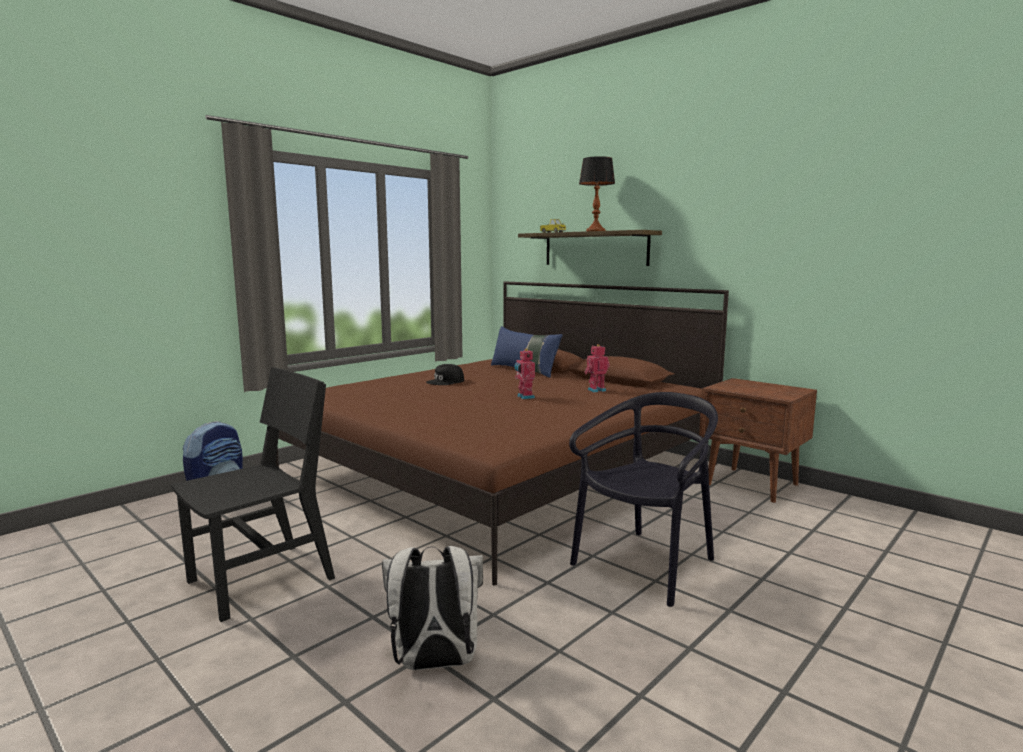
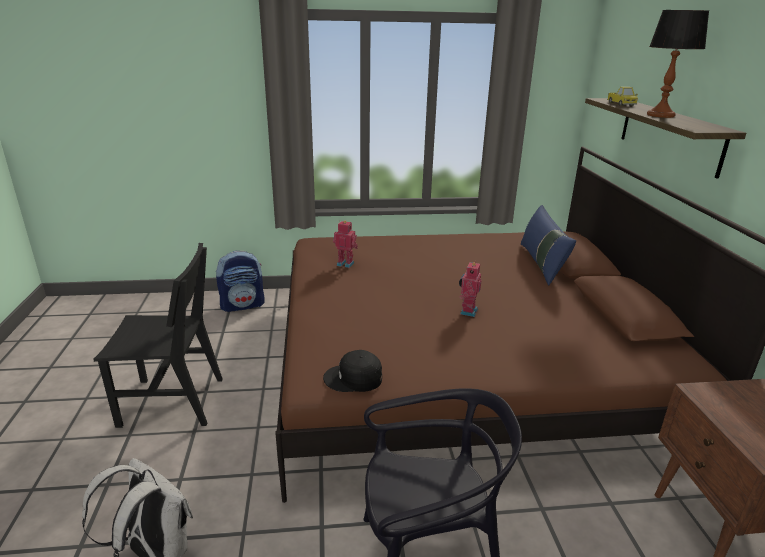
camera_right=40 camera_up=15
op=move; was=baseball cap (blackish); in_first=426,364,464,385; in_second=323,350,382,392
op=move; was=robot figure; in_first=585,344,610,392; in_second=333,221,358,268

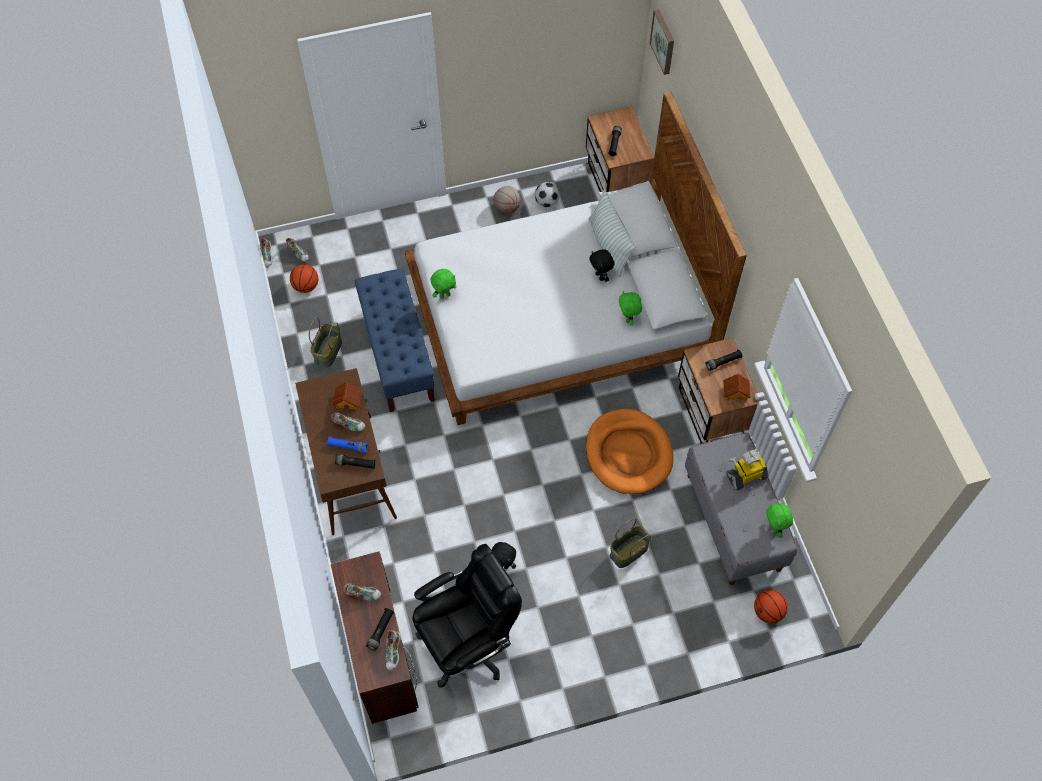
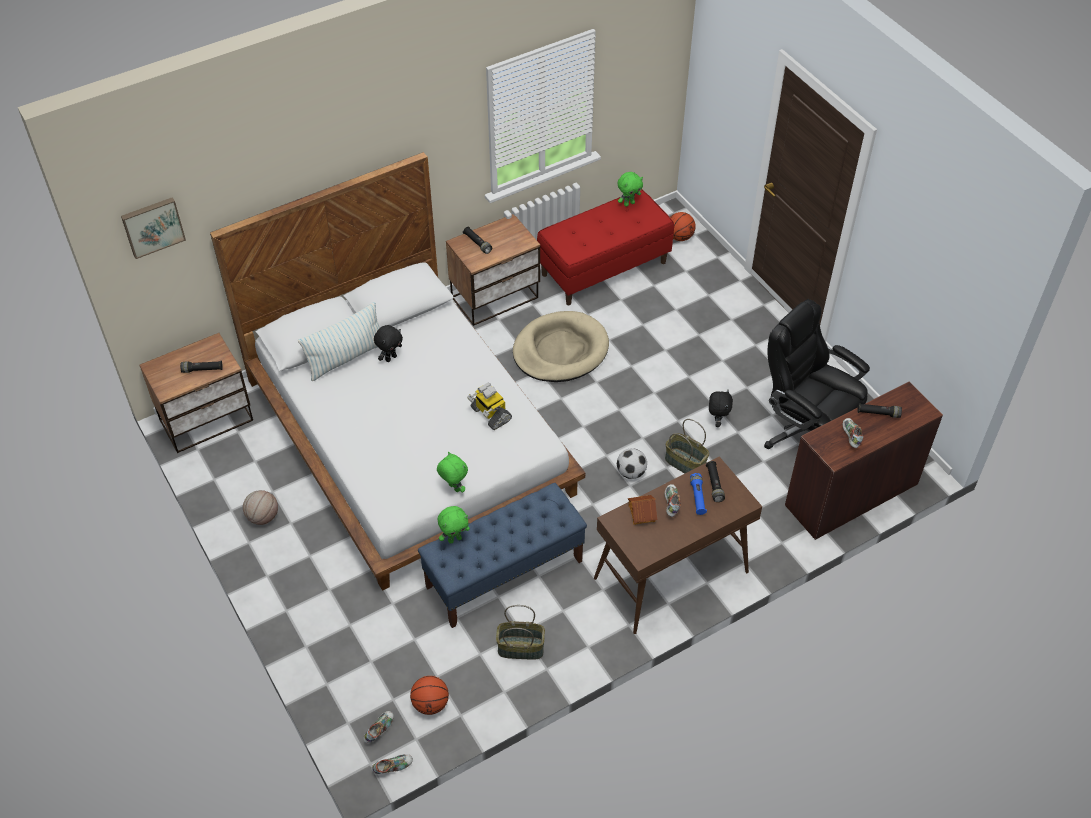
camera_right=-105 camera_up=-10
op=delete; was=shoe; in_first=385,630,401,671
op=delete; was=miniature house; in_first=723,374,751,401
op=move; was=ball for football; in_first=535,182,559,207; in_second=617,448,647,479
op=move; was=basket; in_first=610,518,651,568; in_second=665,419,709,473
op=move; was=plush toy (green); in_first=619,291,642,325; in_second=438,506,470,544
op=move; was=robot figure; in_first=726,449,769,491; in_second=467,382,512,430
op=recolor; was=dog bed (orange); now=dog bed (beige-coloured); in_first=586,409,674,494; in_second=513,311,609,382
op=recolor; was=indoor bench (grey); now=indoor bench (red); in_first=685,432,797,585; in_second=537,189,674,305

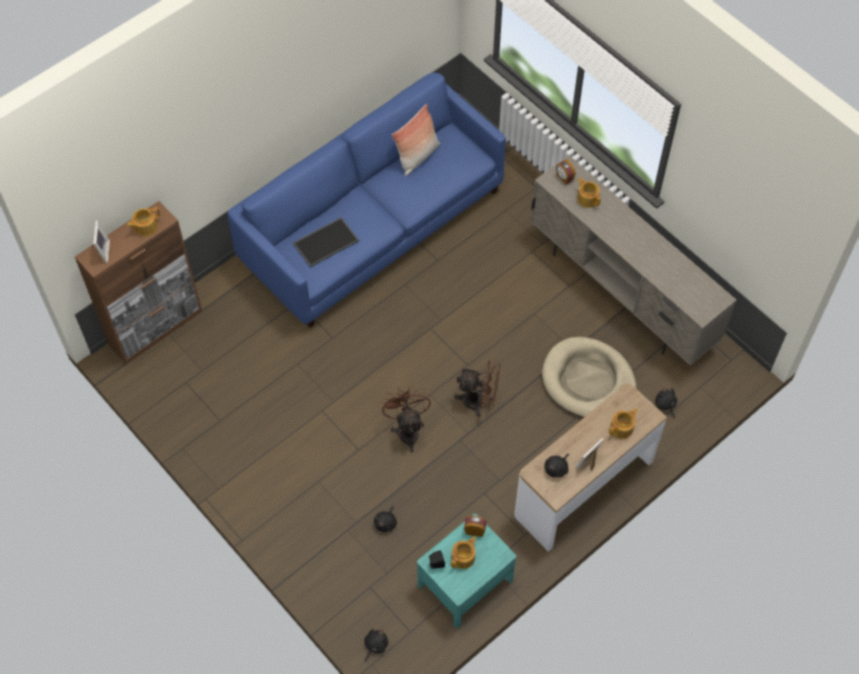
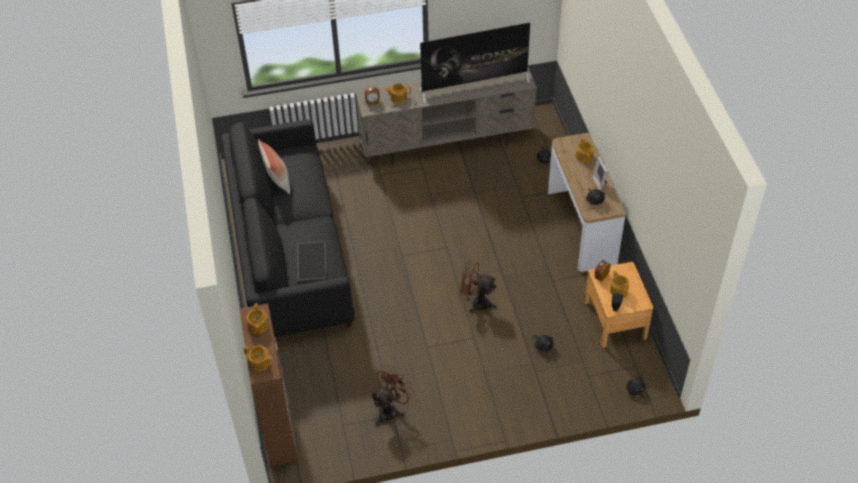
camera_right=-60 camera_up=-10
op=delete; was=dog bed (beige-coloured); in_first=542,337,636,418
op=insert; now=TV; in_second=419,23,530,103
op=move; was=fan (brownish); in_first=454,360,501,417; in_second=370,365,415,425
op=replace; was=standing frame; now=teapot; in_first=93,220,110,263; in_second=244,345,273,371
op=recolor; was=couch (blue); now=couch (blackish); in_first=228,72,506,328; in_second=221,120,354,337
op=recolor; was=night table (blue-green); now=night table (brownish); in_first=417,514,516,628; in_second=584,262,653,348

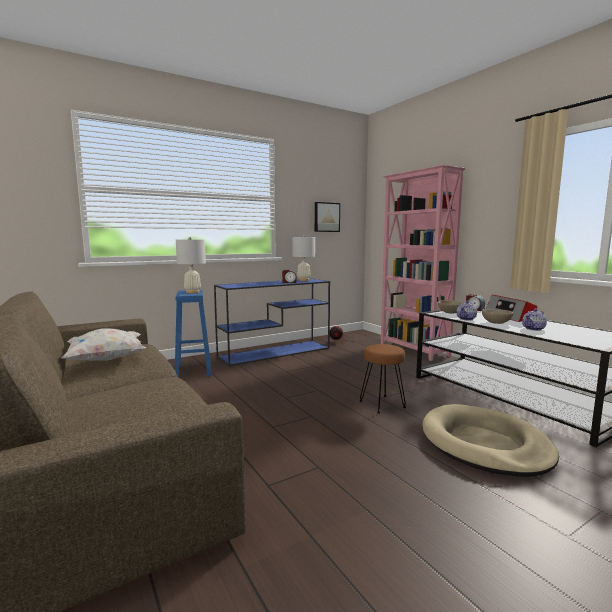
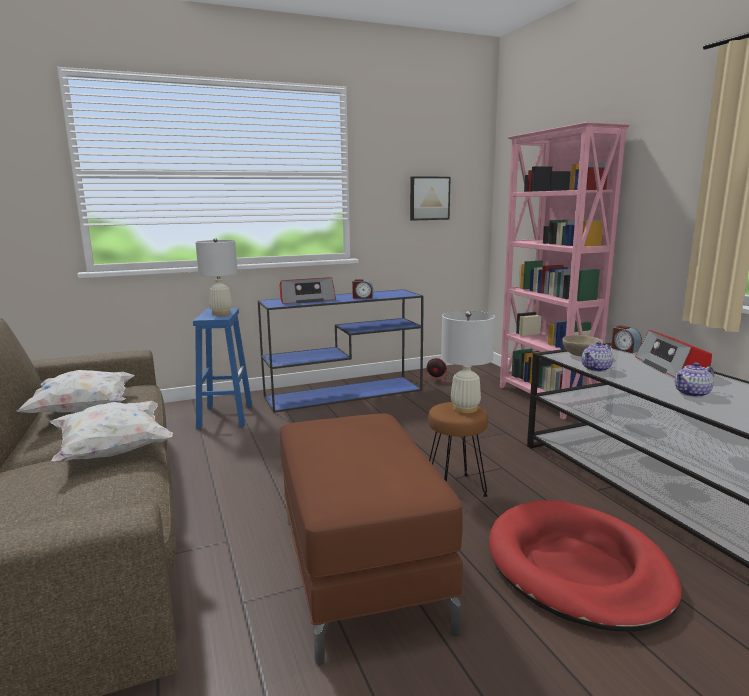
camera_right=10 camera_up=5
op=delete; was=deep dish (beige-coloured); in_first=482,309,513,324
op=insert; now=cushion (white); in_second=50,401,173,463
op=insert; now=radio set; in_second=280,277,336,304
op=insert; now=footrest (brownish); in_second=280,413,463,664
op=move; was=table lamp (white); in_first=292,235,315,281; in_second=441,311,495,413
op=recolor; was=dog bed (beige-coloured); now=dog bed (red); in_first=423,404,559,477; in_second=489,500,682,632

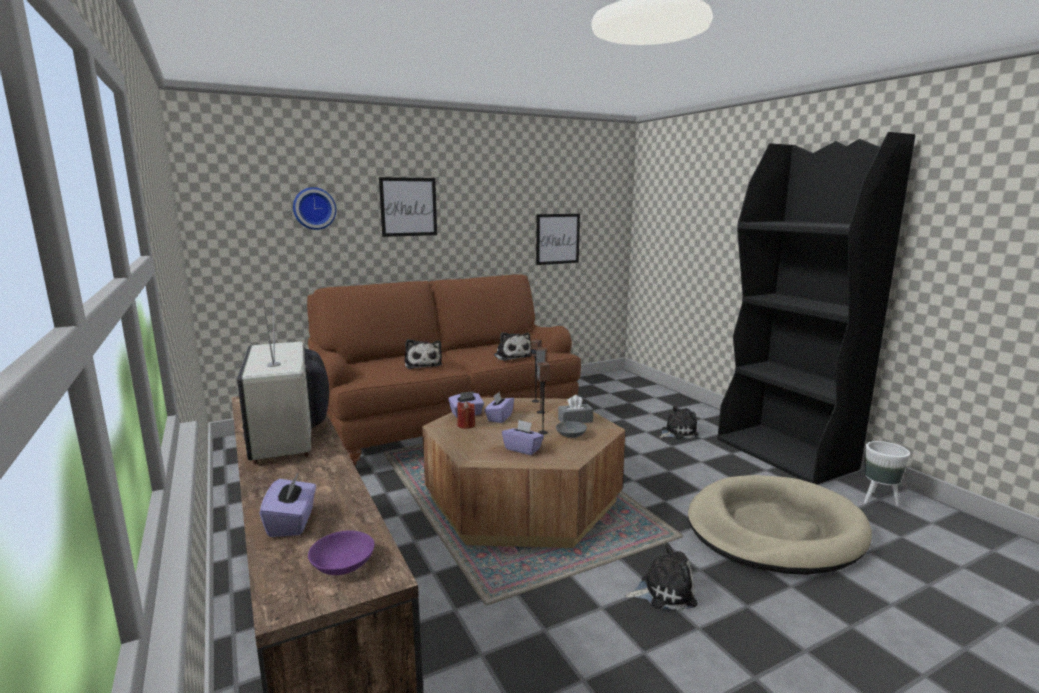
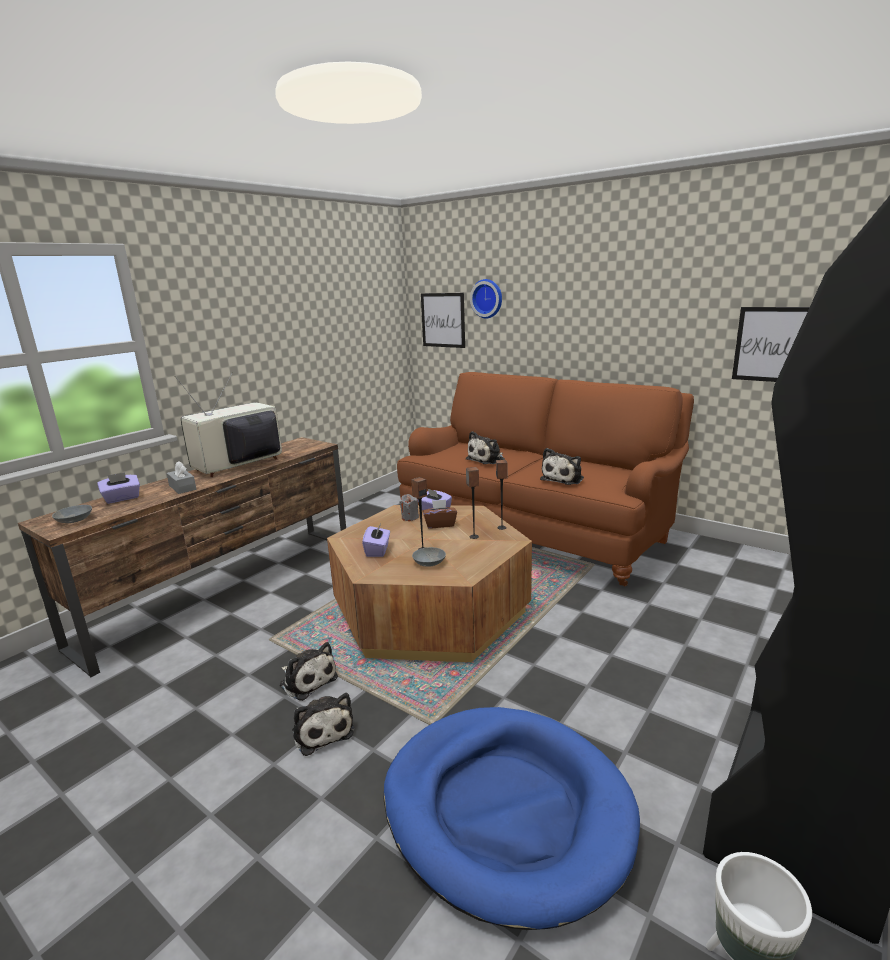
camera_right=65 camera_up=5
op=move; was=wall art; in_first=379,177,437,237; in_second=421,293,465,348
op=move; was=tissue holder (grey); in_first=558,395,593,423; in_second=167,461,196,494
op=move; was=plush toy; in_first=659,406,699,439; in_second=280,642,338,701
op=recolor; was=deep dish (purple-coloured); now=deep dish (grey); in_first=308,531,375,575; in_second=52,505,92,523
op=recolor; was=wax candle (red); now=wax candle (grey); in_first=457,401,475,429; in_second=400,494,419,521
op=recolor; was=tissue holder (purple-coloured); now=tissue holder (brownish); in_first=484,392,514,423; in_second=423,499,457,528
op=recolor; was=dog bed (beige-coloured); now=dog bed (blue); in_first=688,475,872,575; in_second=384,707,640,930

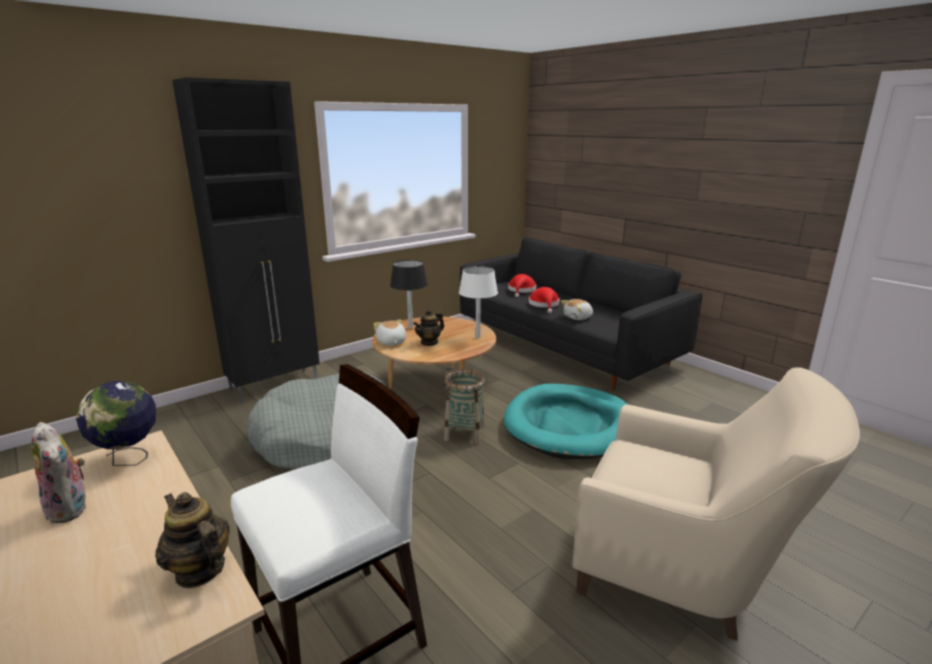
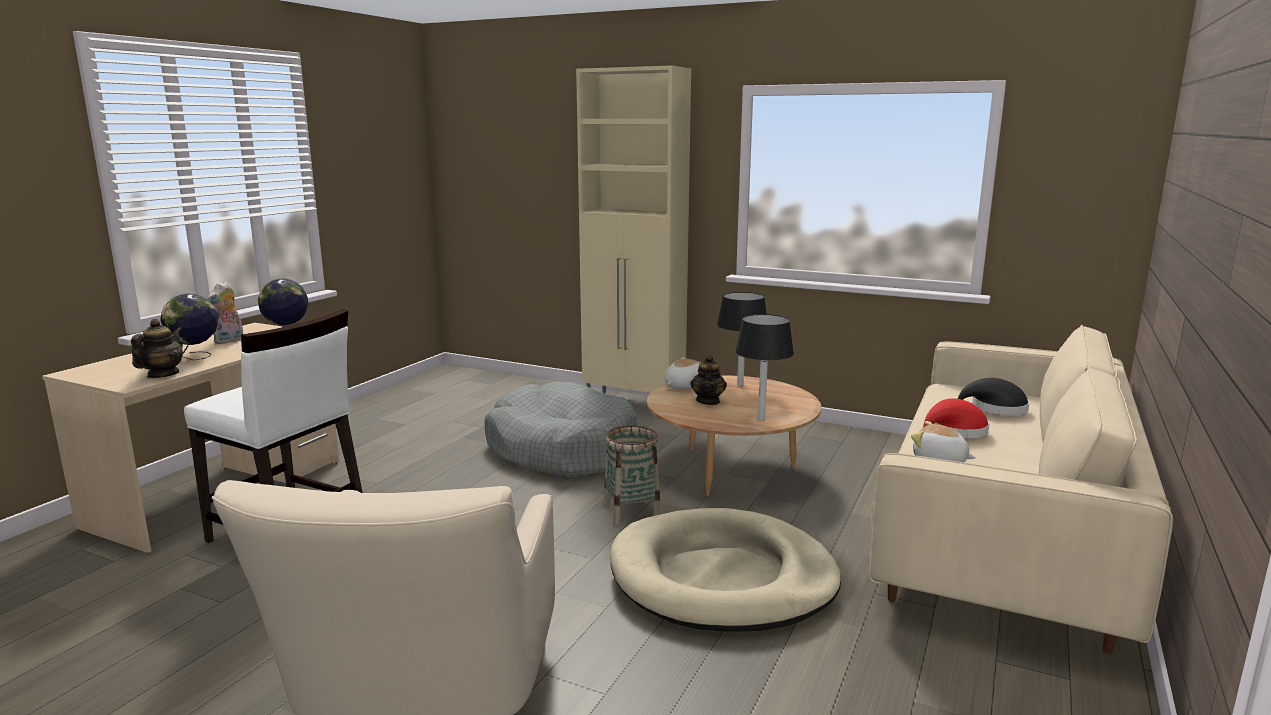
camera_right=65 camera_up=-5
op=insert; now=world globe; in_second=160,294,219,360
op=recolor; was=cupboard (blackish); now=cupboard (beige-coloured); in_first=172,77,320,403; in_second=576,65,691,393
op=recolor; was=table lamp (white); now=table lamp (blackish); in_first=459,266,498,338; in_second=735,314,794,421
op=recolor; was=couch (blackish); now=couch (beige-coloured); in_first=460,237,702,391; in_second=868,325,1173,653
op=recolor; was=dog bed (blue-green); now=dog bed (beige-coloured); in_first=504,384,628,459; in_second=610,508,841,632
op=recolor; was=hat (red); now=hat (blackish); in_first=508,274,536,297; in_second=957,378,1029,415
op=rotate; was=teapot; in_first=413,309,444,346; in_second=690,355,727,405; clockwise=-105

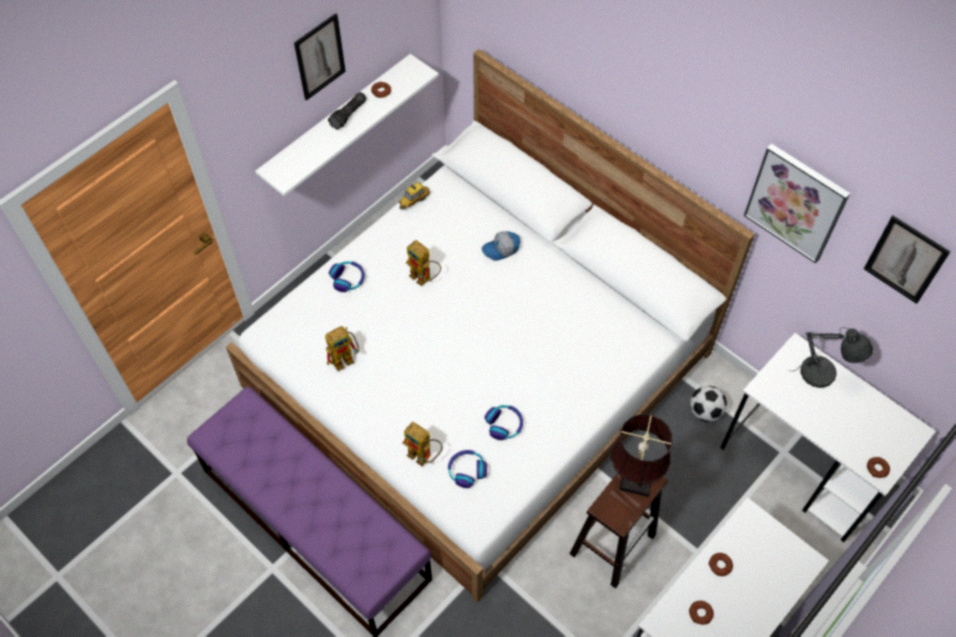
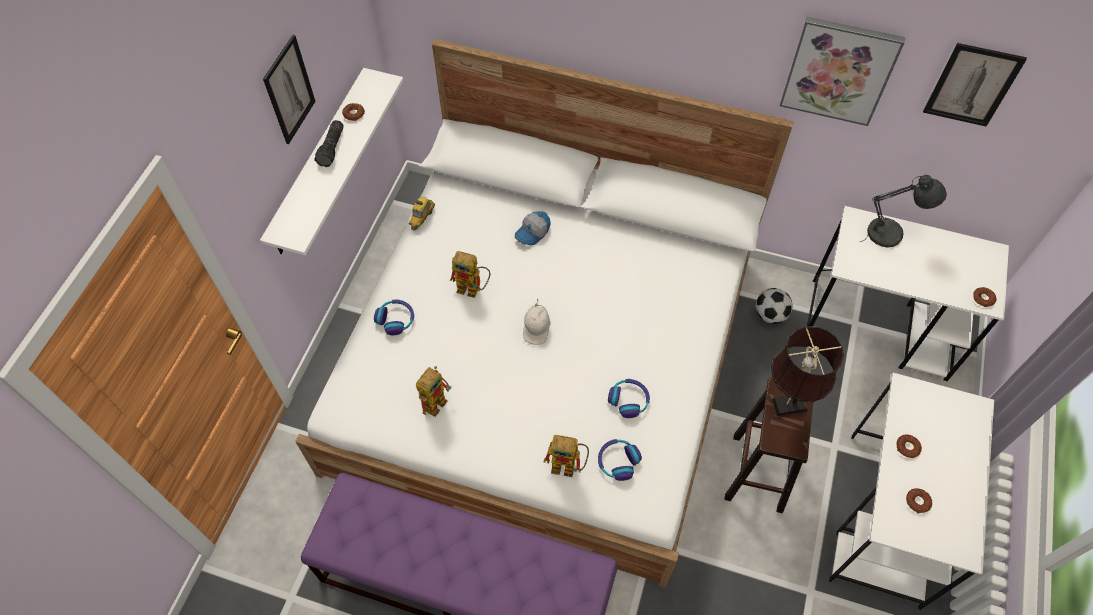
camera_right=-25 camera_up=0
op=insert; now=baseball cap (white); in_second=523,299,551,345

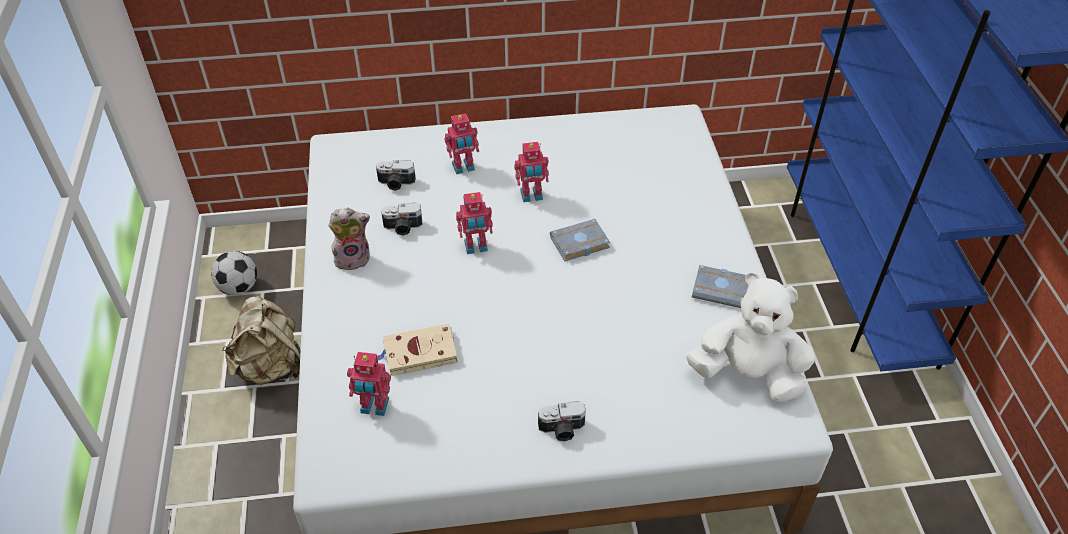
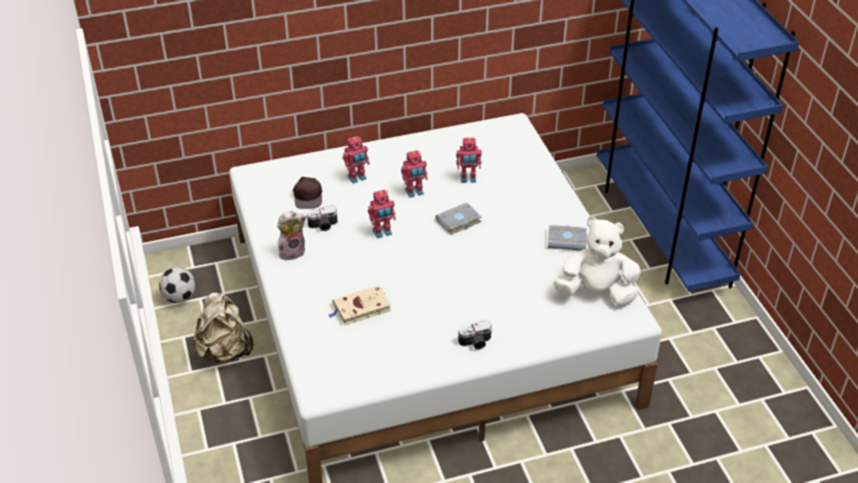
camera_right=-10 camera_up=-5
op=move; was=robot figure; in_first=347,352,391,416; in_second=456,138,482,183
op=replace; was=photo camera; now=baseball cap (brownish); in_first=376,160,416,191; in_second=293,177,322,209

